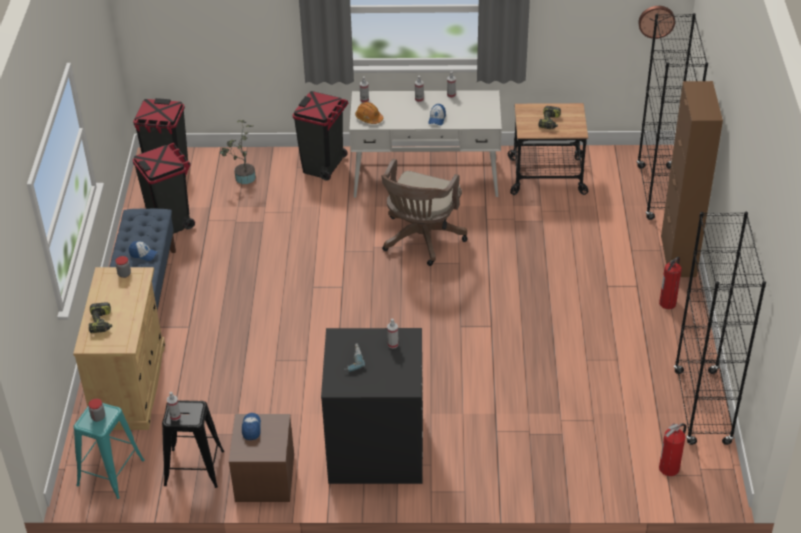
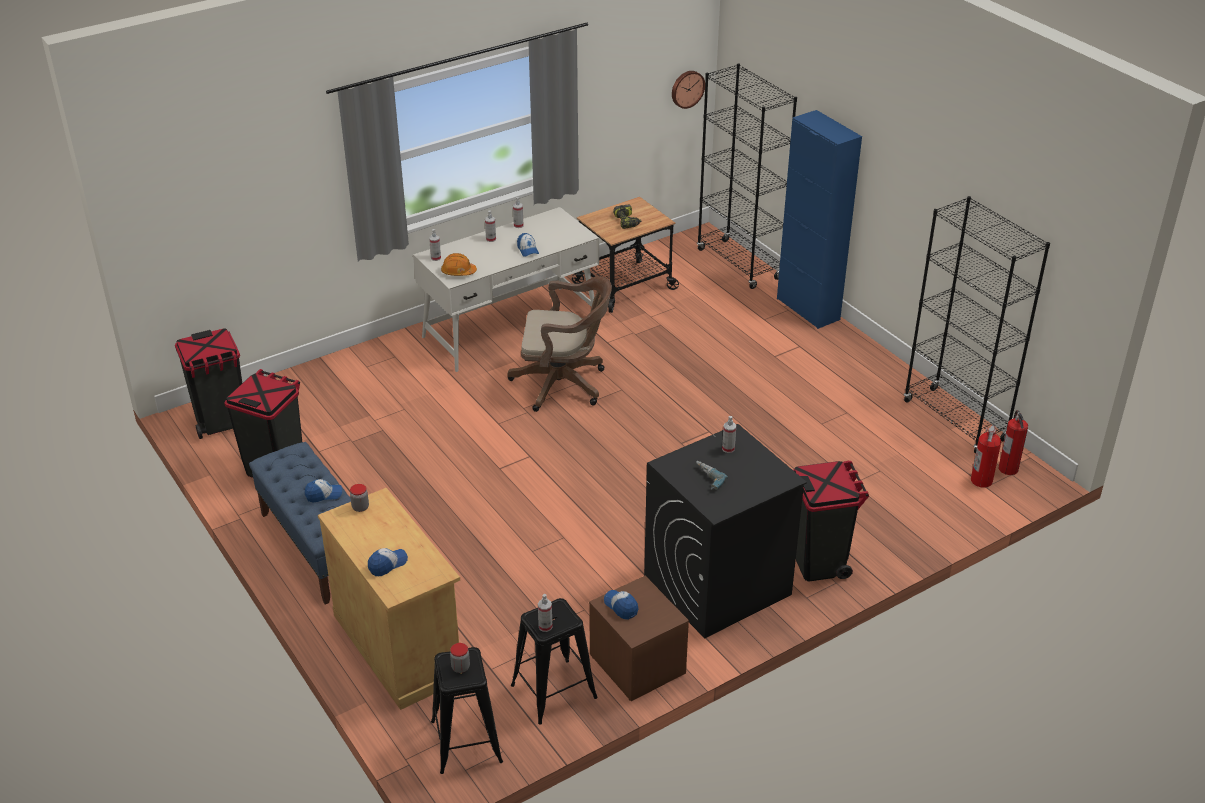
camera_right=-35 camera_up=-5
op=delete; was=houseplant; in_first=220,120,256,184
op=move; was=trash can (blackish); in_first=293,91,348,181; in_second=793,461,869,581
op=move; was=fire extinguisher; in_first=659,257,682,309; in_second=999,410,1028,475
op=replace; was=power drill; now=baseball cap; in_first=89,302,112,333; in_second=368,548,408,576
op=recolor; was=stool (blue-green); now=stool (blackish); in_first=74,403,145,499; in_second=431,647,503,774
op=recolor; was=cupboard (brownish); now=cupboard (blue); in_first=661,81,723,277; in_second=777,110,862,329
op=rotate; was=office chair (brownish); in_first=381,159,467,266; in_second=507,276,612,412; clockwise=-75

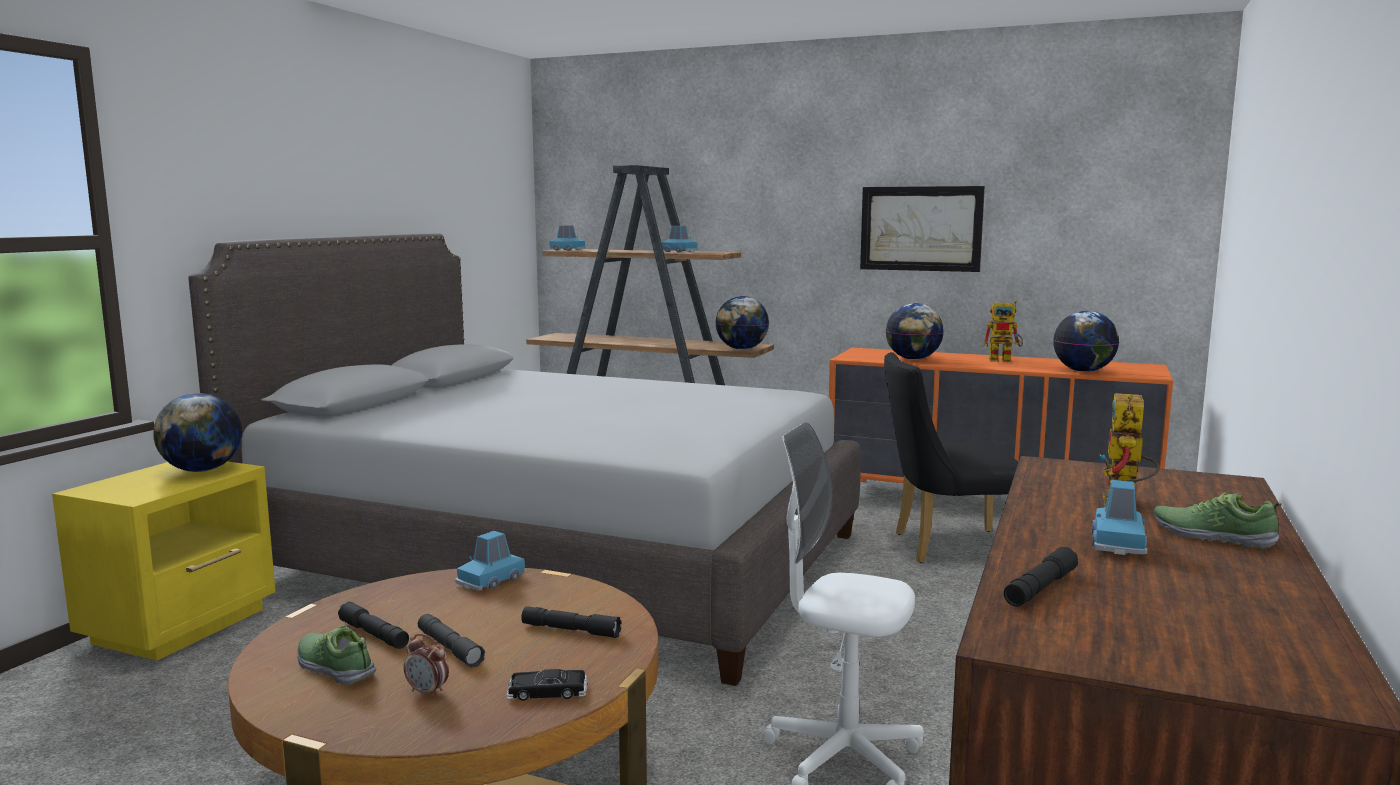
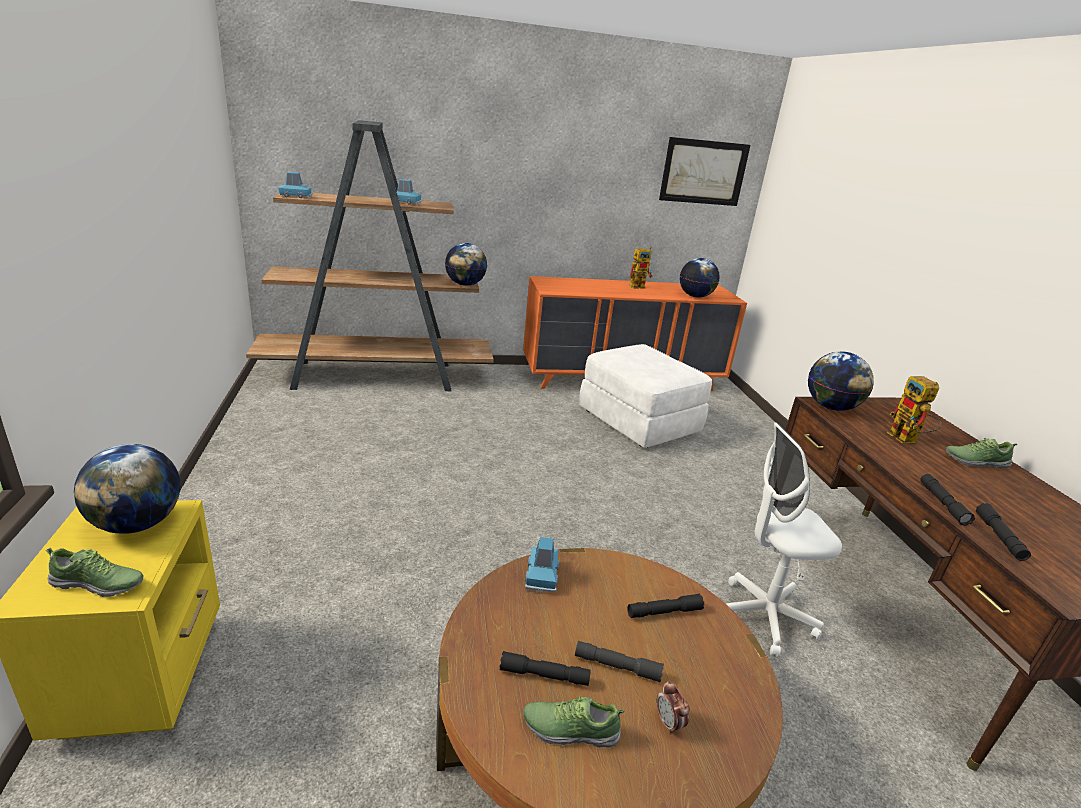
camera_right=-35 camera_up=15
op=delete; was=sleeping bed (grey); in_first=188,233,861,686
op=delete; was=toy car (blackish); in_first=507,669,587,701
op=delete; was=toy car (blue); in_first=1092,480,1147,555
op=insert; now=shoe; in_second=46,548,144,597
op=insert; now=hand torch (blackish); in_second=920,474,975,526
op=move; was=wall art; in_first=860,186,985,272; in_second=659,137,751,206
op=move; was=world globe; in_first=886,303,944,360; in_second=808,351,874,411
op=replace; was=chair (blackish); now=footrest (white); in_first=884,352,1018,563; in_second=579,344,712,448
op=rotate; was=table clock; in_first=404,634,449,698; in_second=657,680,690,734; clockwise=75

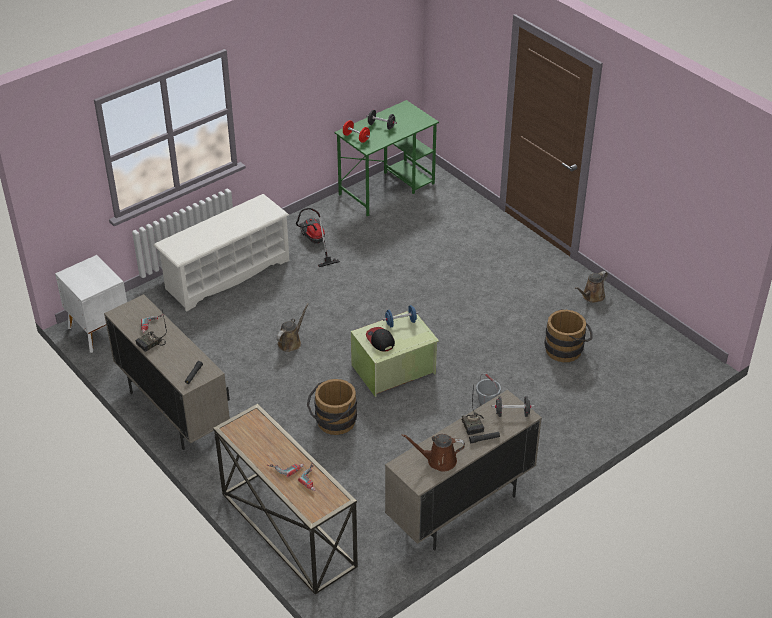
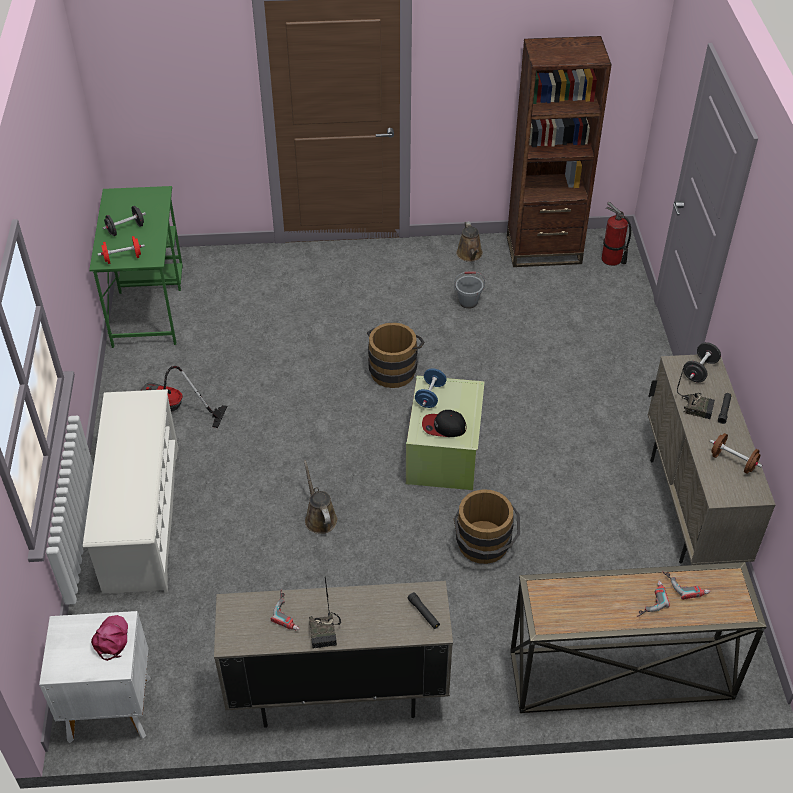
camera_right=-55 camera_up=5
op=insert; now=baseball cap (pinkish); in_second=91,615,128,661
op=insert; now=bookcase (brownish); in_second=507,36,612,267
op=insert; now=fire extinguisher; in_second=602,202,631,266
op=move; was=water bucket (grey); in_first=476,373,501,406; in_second=454,272,485,309
op=move; was=water bucket (brownish); in_first=544,309,593,362; in_second=367,323,424,388
op=replace; was=watering pot (brownish); now=hand weight (brownish); in_first=401,434,465,472; in_second=710,433,762,474

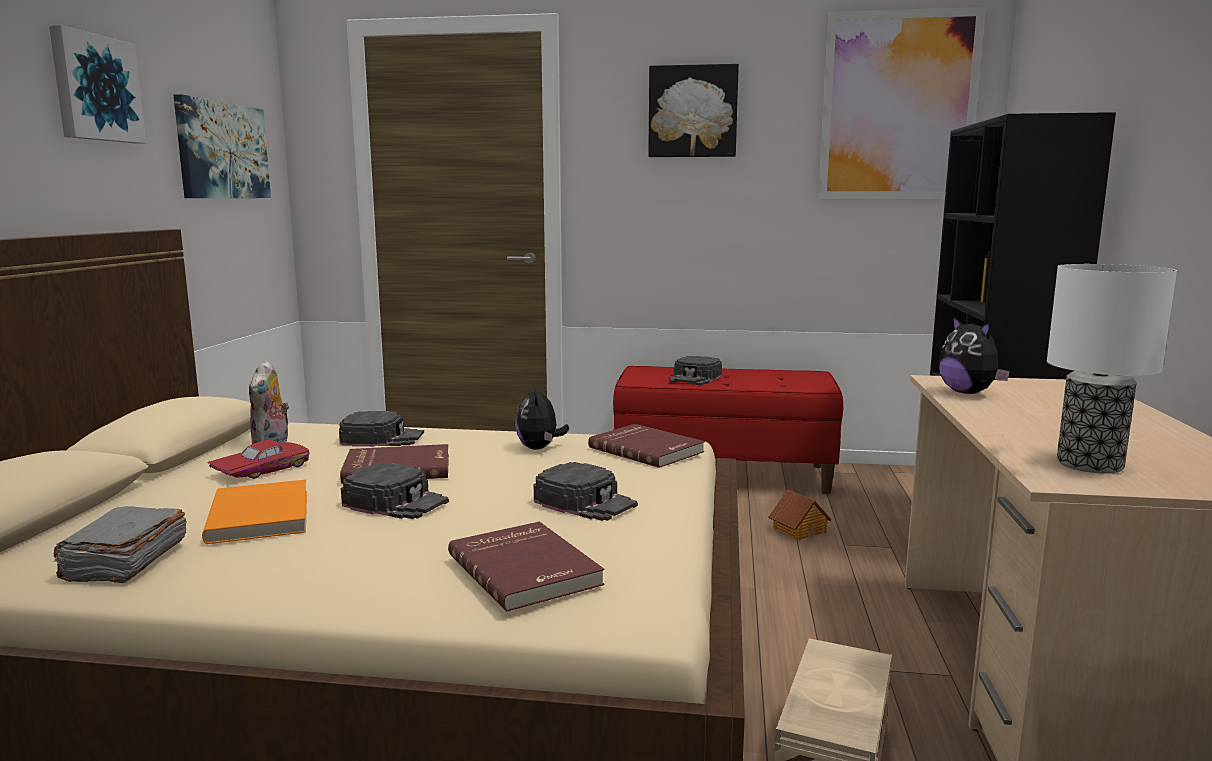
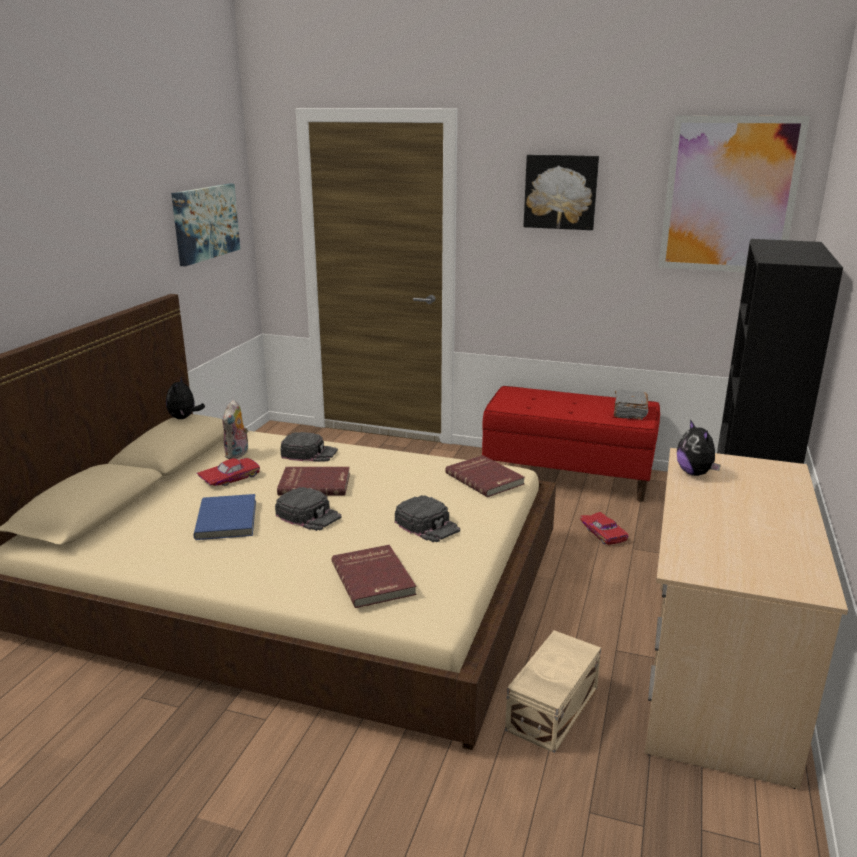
camera_right=10 camera_up=10
op=delete; was=wall art; in_first=49,25,146,143
op=delete; was=baseball cap (blackish); in_first=669,356,722,385
op=delete; was=table lamp; in_first=1047,264,1177,474
op=move; was=bound book (grey); in_first=54,506,187,583; in_second=613,390,648,420
op=move; was=plush toy; in_first=515,384,569,450; in_second=166,377,205,419
op=replace; was=miniature house; now=toy car (red); in_first=769,489,832,541; in_second=580,512,628,545
op=recolor; was=bound book (orange); now=bound book (blue); in_first=202,480,307,544; in_second=194,494,256,540

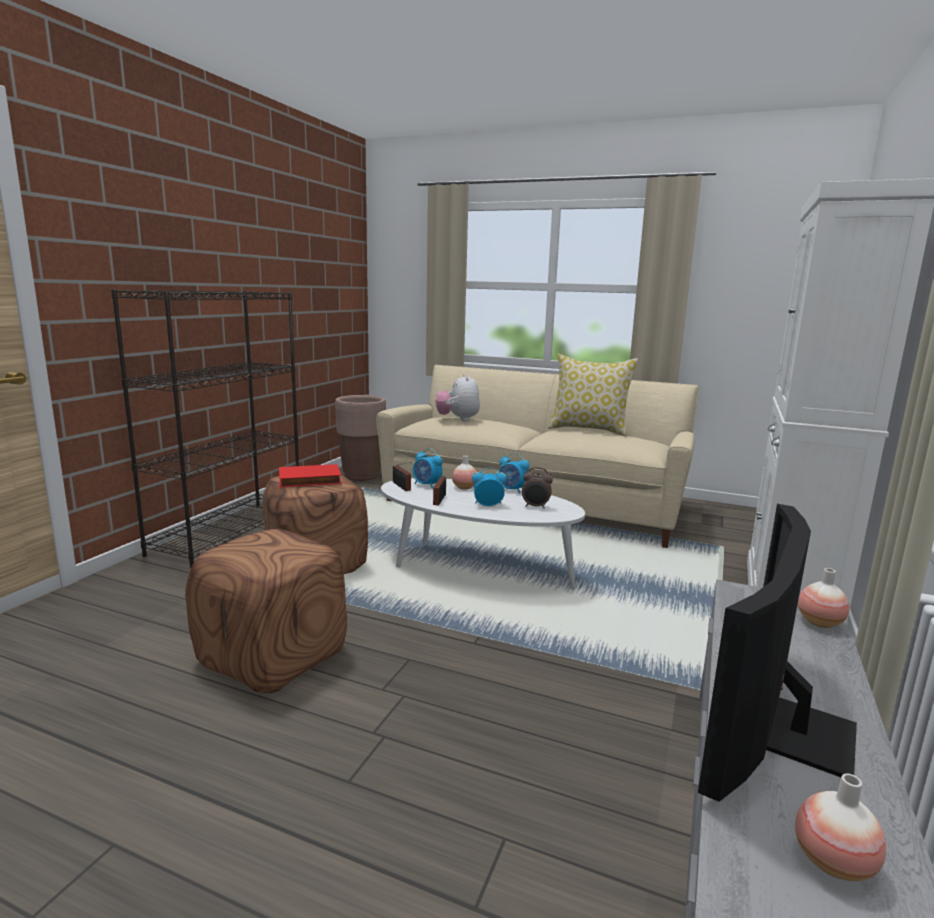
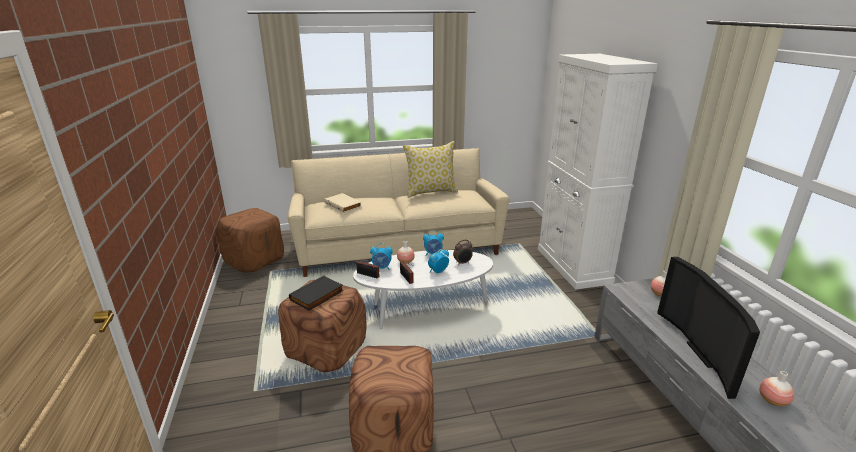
camera_right=-35 camera_up=10
op=delete; was=bookcase (blackish); in_first=111,289,299,568
op=replace; was=planter (brownish); now=footrest (brownish); in_first=335,395,386,481; in_second=216,208,284,272
op=replace; was=plush toy; now=bound book (beige-coloured); in_first=436,374,480,421; in_second=324,193,362,213
op=recolor; was=bound book (red); now=bound book (blackish); in_first=279,464,341,487; in_second=289,276,344,311

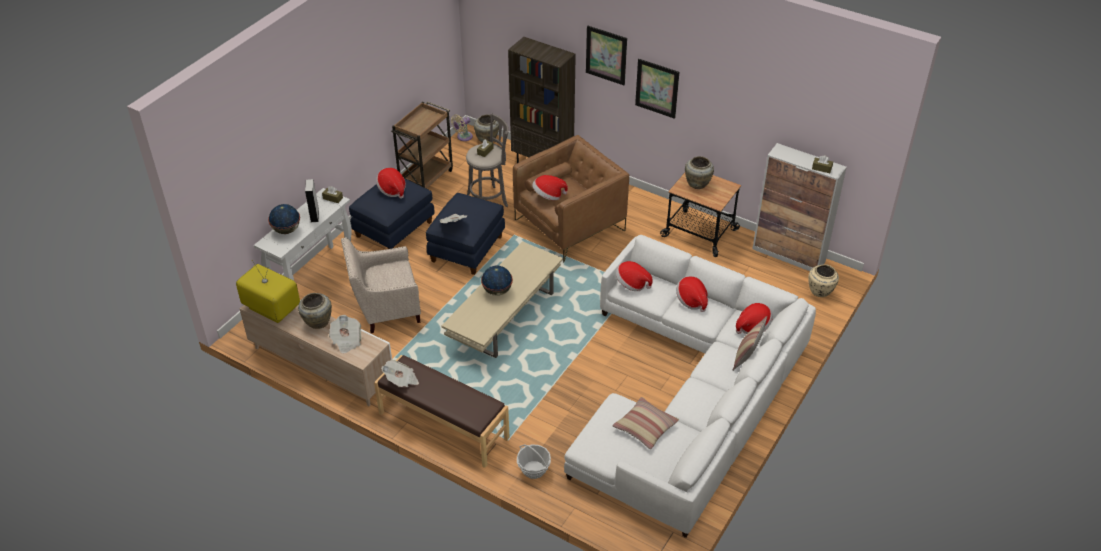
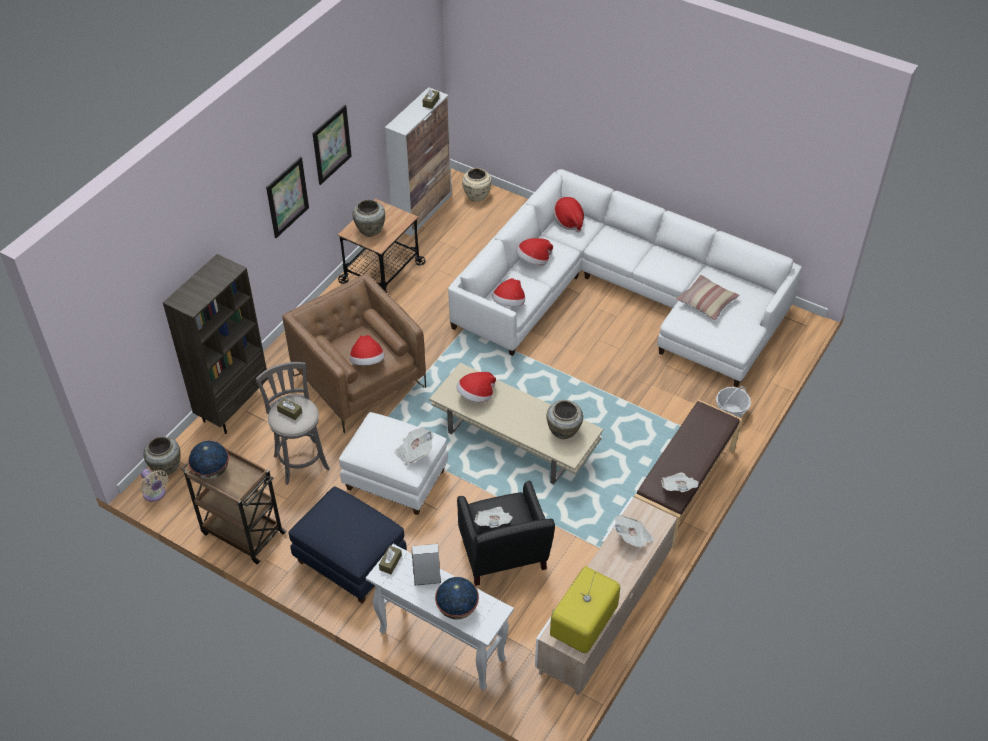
camera_right=-90 camera_up=5
op=delete; was=cushion; in_first=733,316,767,371
op=insert; now=daily paper; in_second=474,507,513,528
op=move; was=vase (beige-coloured); in_first=298,293,332,329; in_second=547,400,583,439
op=move; was=hat; in_first=376,168,406,199; in_second=456,372,496,402
op=move; was=world globe; in_first=481,266,513,296; in_second=188,441,229,479
op=move; was=wall art; in_first=586,26,627,85; in_second=312,105,352,185
op=recolor; was=lounge chair (beige-coloured); now=lounge chair (blackish); in_first=341,237,421,333; in_second=457,481,555,586
op=recolor; was=footrest (blue); now=footrest (white); in_first=426,193,505,275; in_second=339,412,448,515

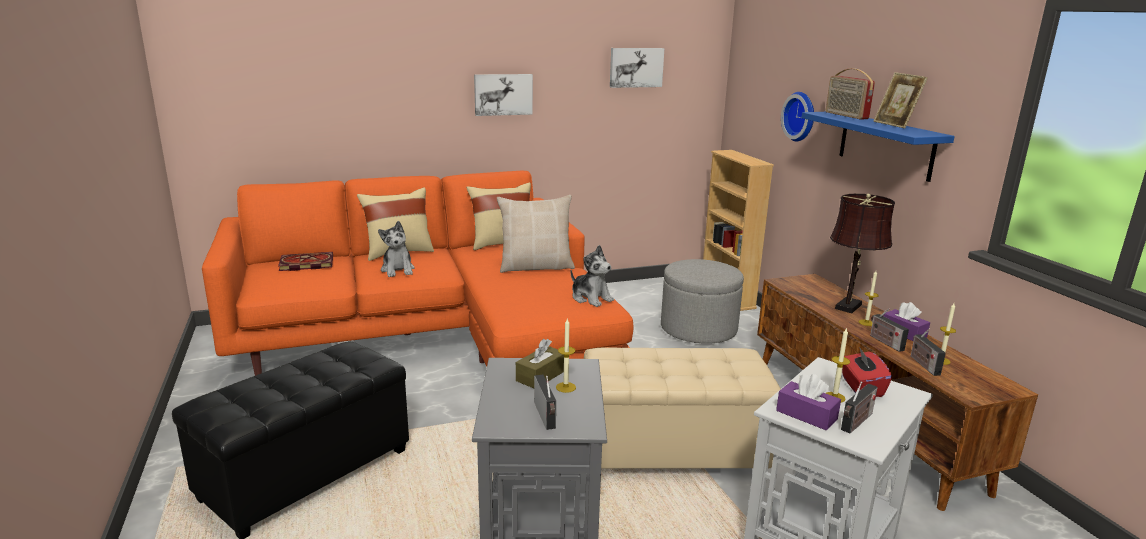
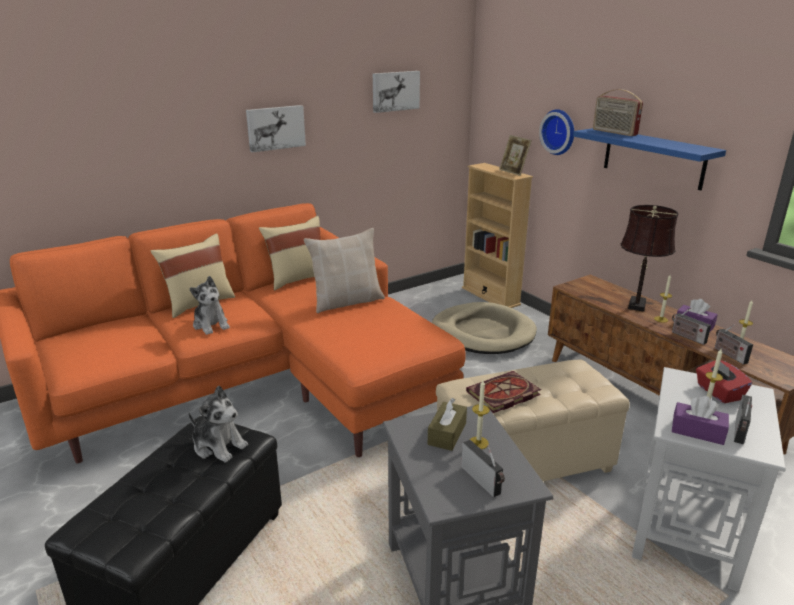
camera_right=-15 camera_up=5
op=move; was=bound book; in_first=278,252,333,271; in_second=466,371,541,413
op=move; was=plush toy; in_first=571,245,614,307; in_second=188,385,248,463
op=move; was=standing frame; in_first=873,72,928,128; in_second=499,135,532,176
op=replace; was=footrest (grey); now=dog bed (beige-coloured); in_first=661,259,744,344; in_second=432,302,537,354

